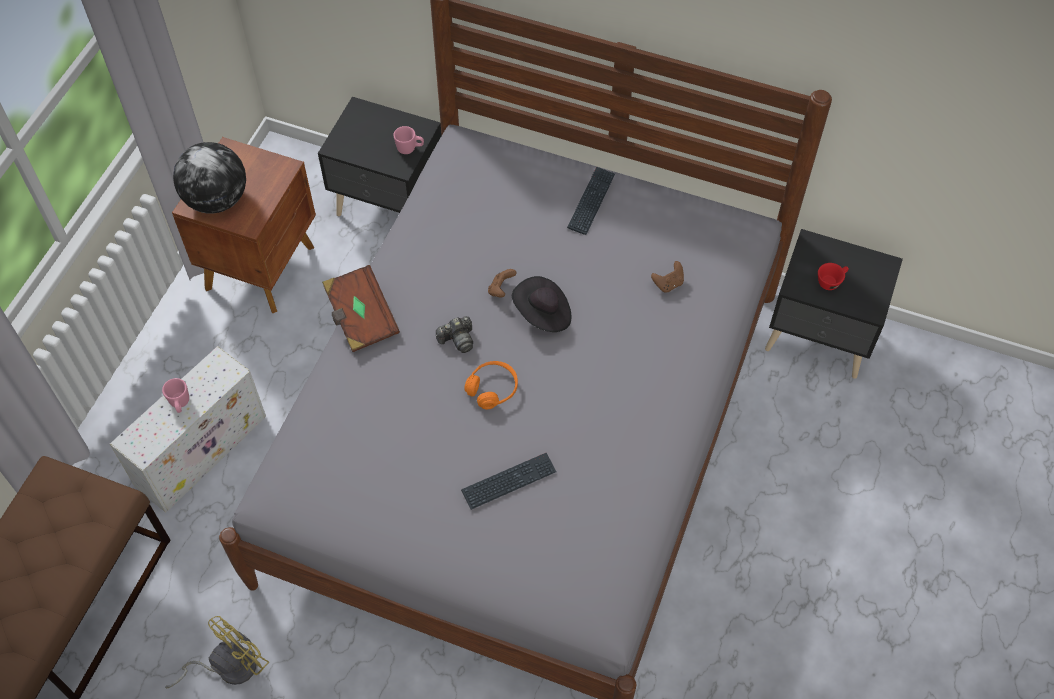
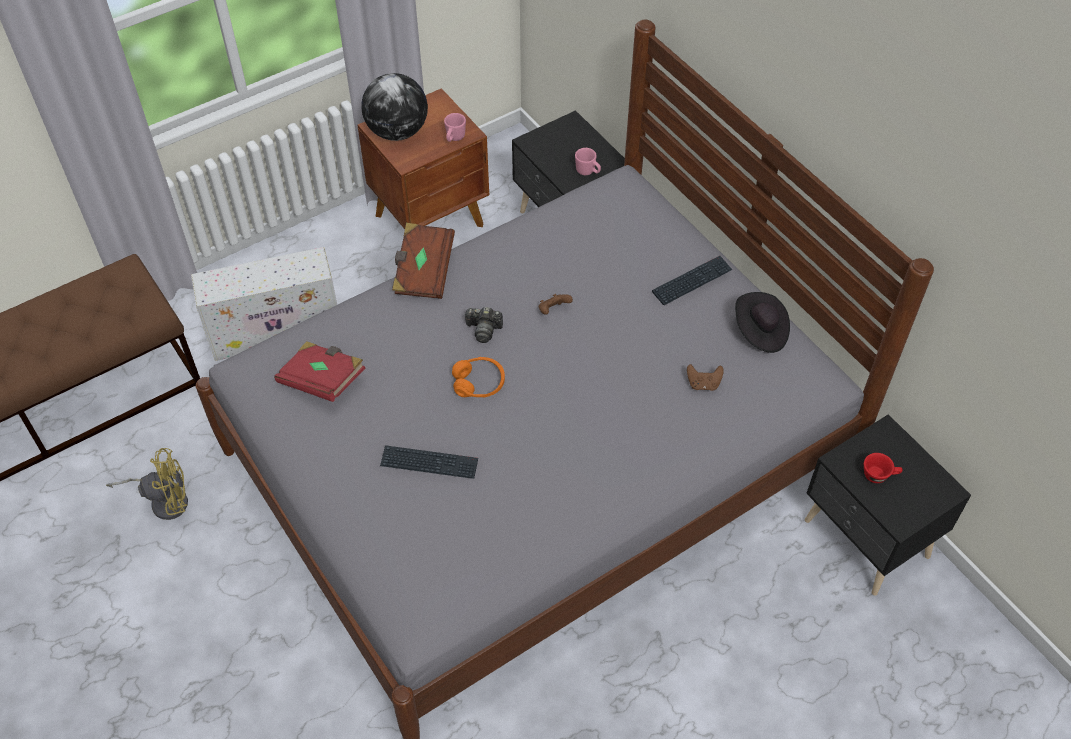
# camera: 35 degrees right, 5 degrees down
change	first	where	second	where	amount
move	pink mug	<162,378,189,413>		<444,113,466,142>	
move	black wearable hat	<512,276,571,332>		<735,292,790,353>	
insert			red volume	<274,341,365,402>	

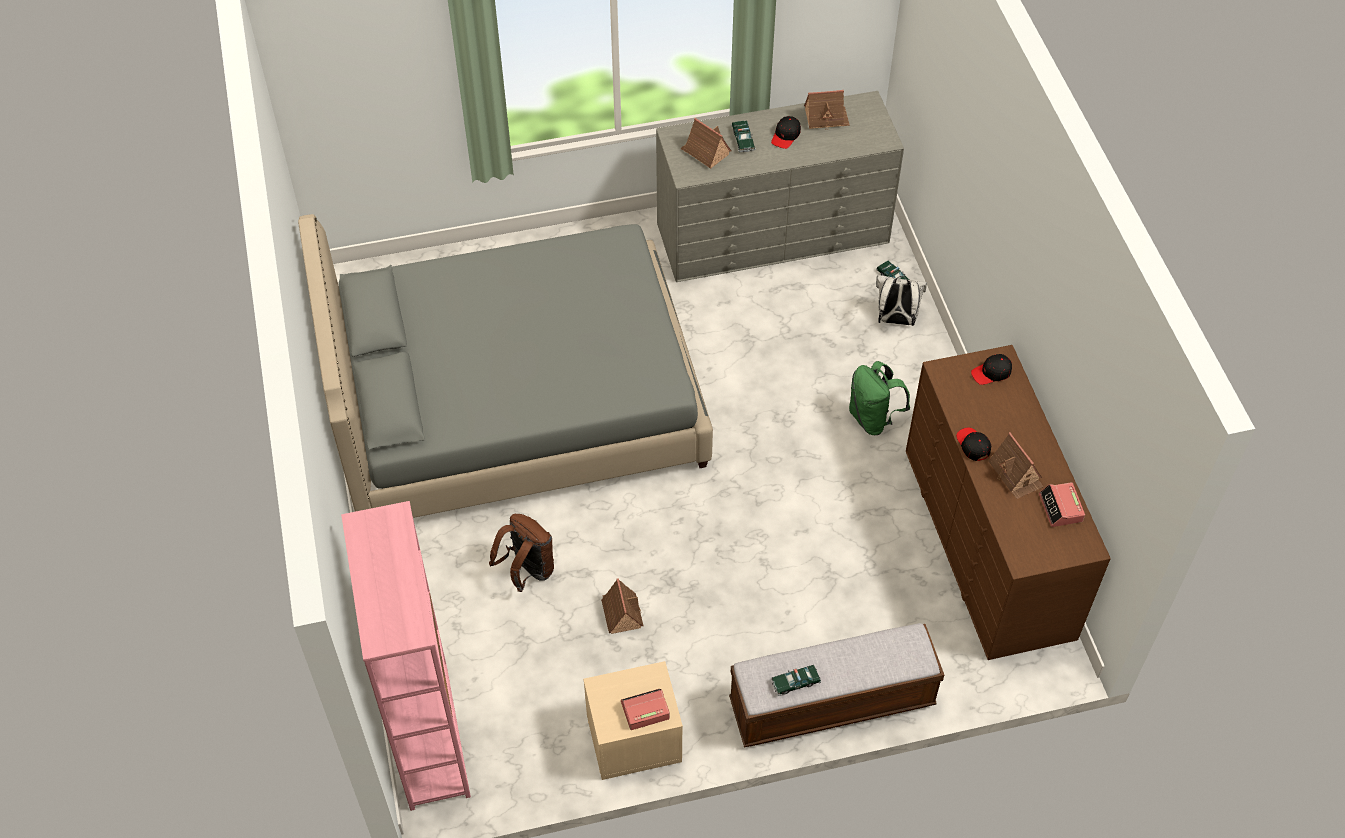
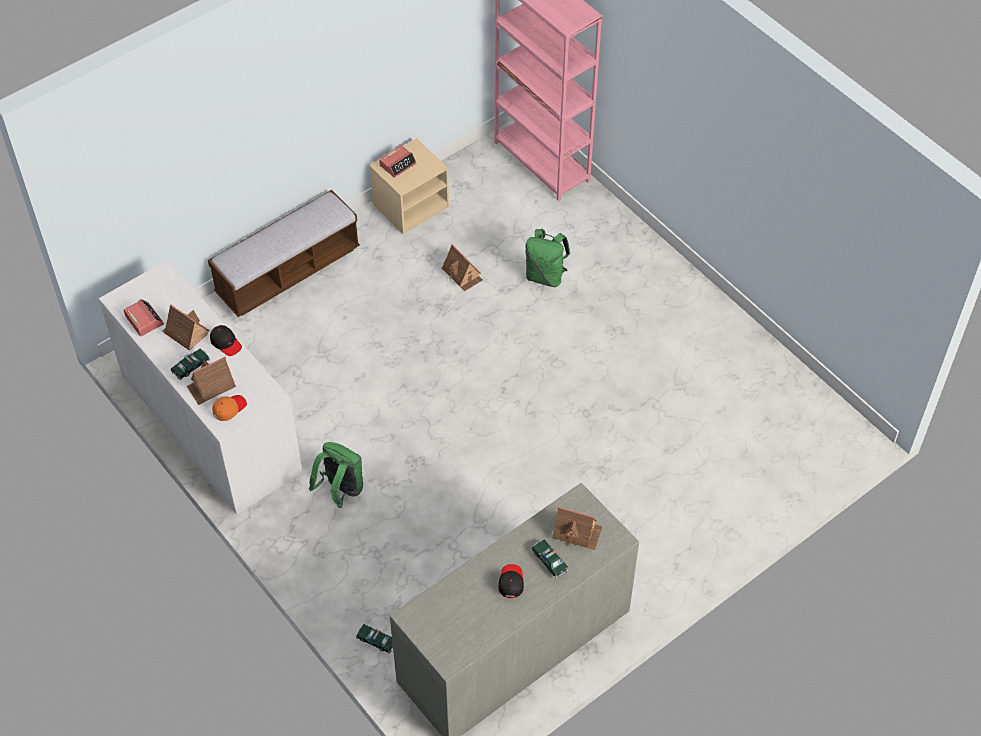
# camera: 155 degrees right, 0 degrees up
change	first	where	second	where	amount
delete	grey bed	<298,214,713,518>			
recolor	brown-coloured backpack	<489,514,554,592>	green-coloured backpack	<526,229,570,287>	
move	toy car	<771,665,821,696>		<171,349,210,380>	
move	toy house	<804,90,850,129>		<187,357,236,405>	
delete	whitish backpack	<876,275,927,326>			
recolor	brown-coloured dresser	<906,345,1111,660>	whitish dresser	<99,260,303,515>	
recolor	black peaked cap	<971,354,1012,385>	orangey peaked cap	<212,395,247,421>	

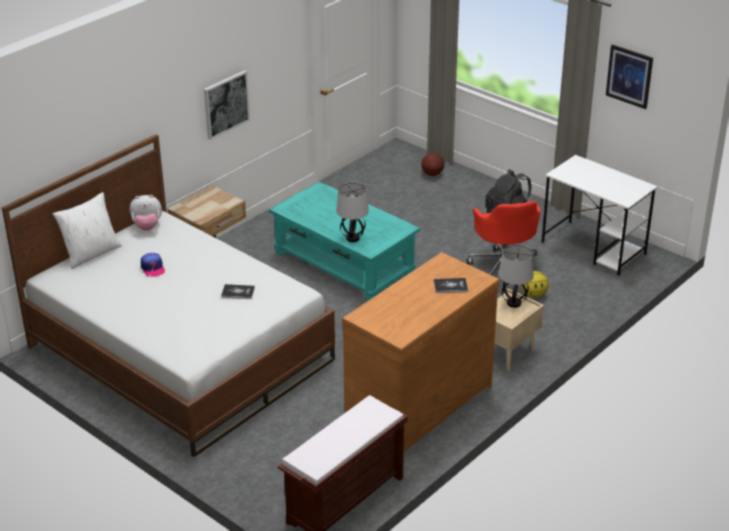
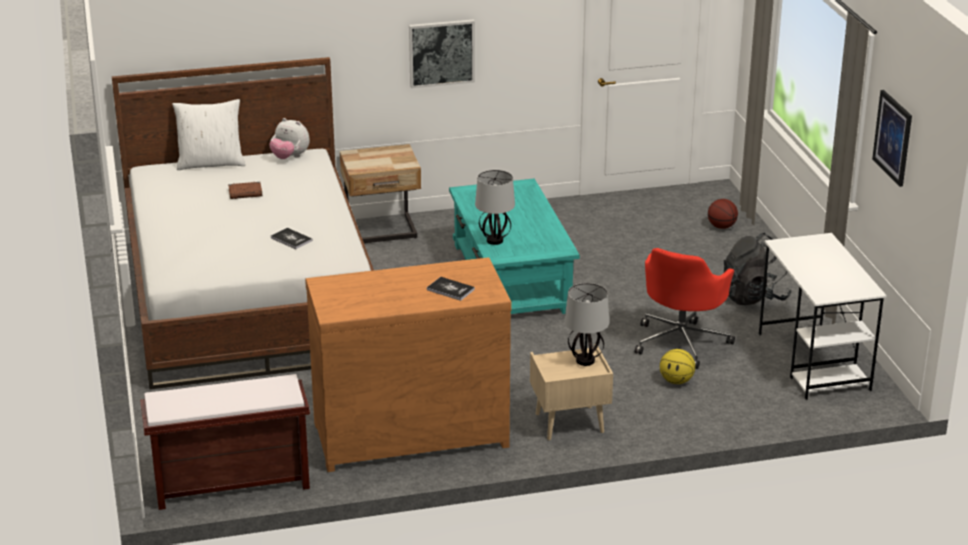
# camera: 35 degrees right, 5 degrees down
change	first	where	second	where	amount
replace	peaked cap	<141,253,165,277>	brown-coloured volume	<228,182,262,199>	

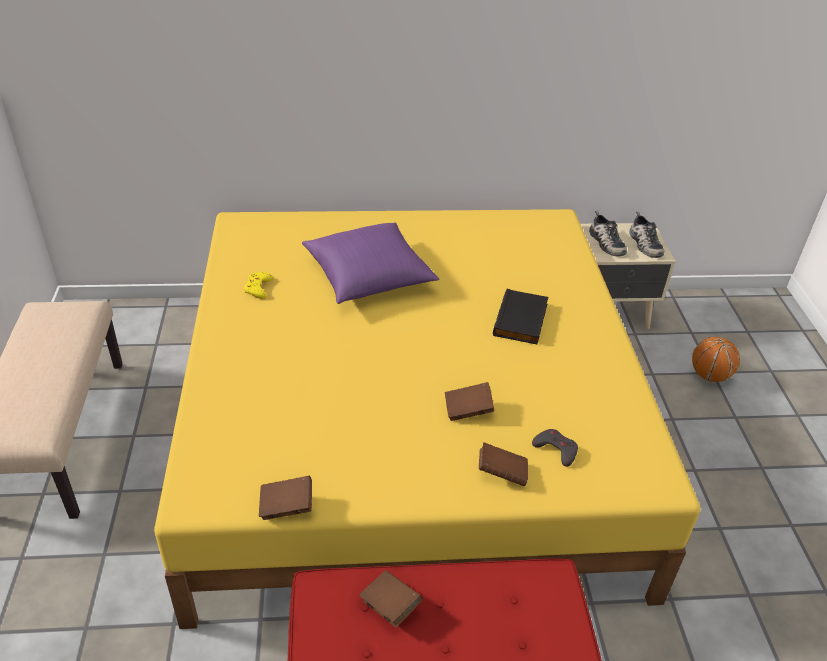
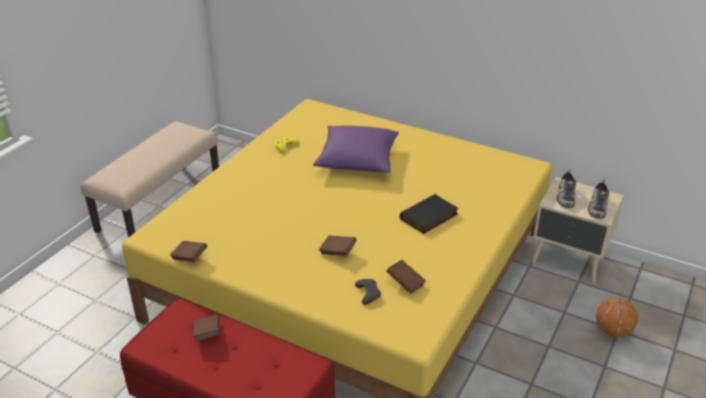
# camera: 35 degrees right, 5 degrees down
change	first	where	second	where	amount
move	brown-coloured volume	<479,442,528,487>		<386,260,426,294>	

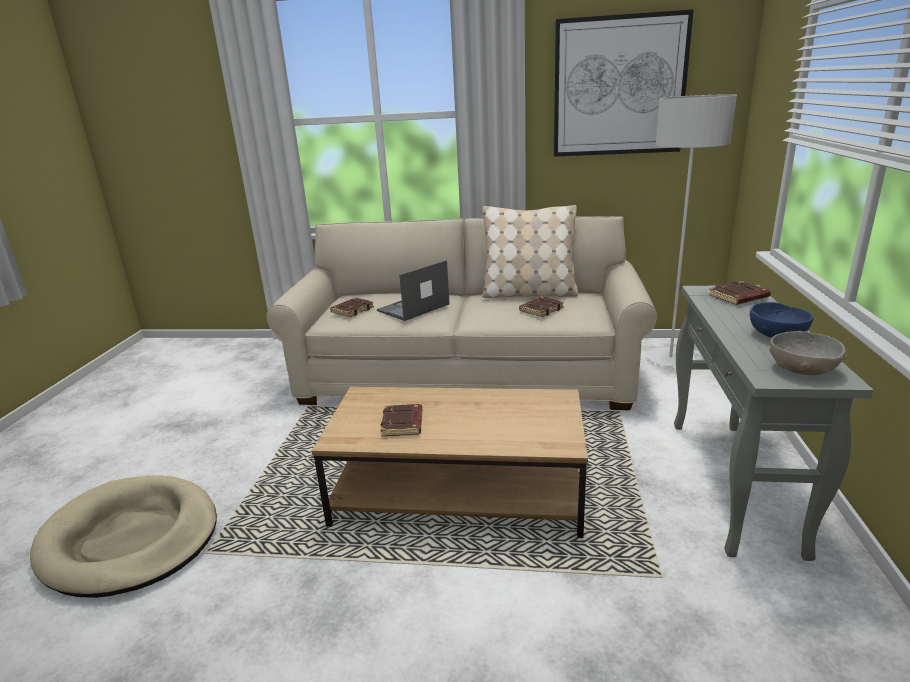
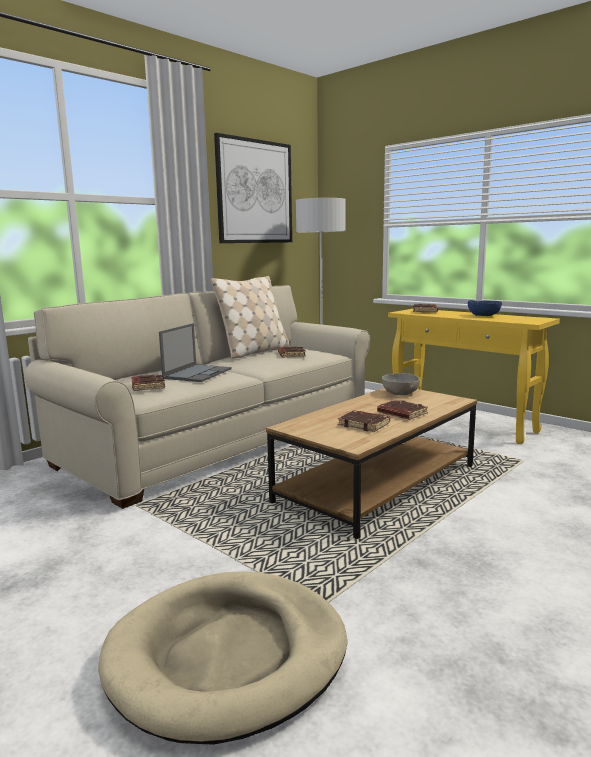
# camera: 55 degrees left, 10 degrees down
change	first	where	second	where	amount
rotate	notebook computer	<377,260,450,321>		<159,323,232,382>	150 degrees counterclockwise
recolor	grey hall table	<674,285,873,561>	yellowish hall table	<388,308,560,444>	
move	grey deep dish	<769,331,847,375>		<382,373,420,395>	
insert			brown-coloured volume	<377,400,428,420>	

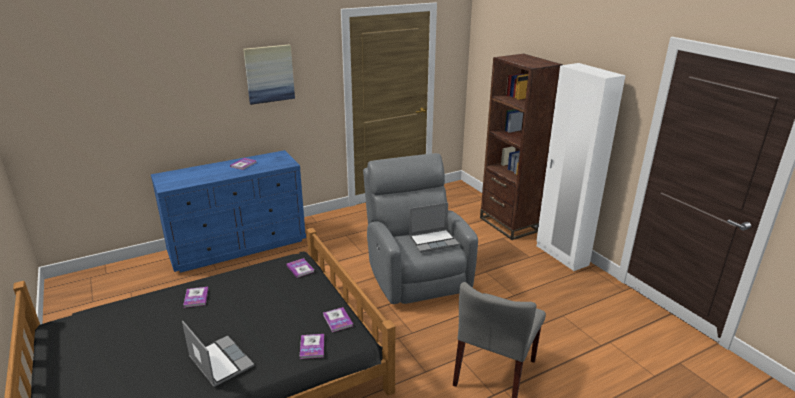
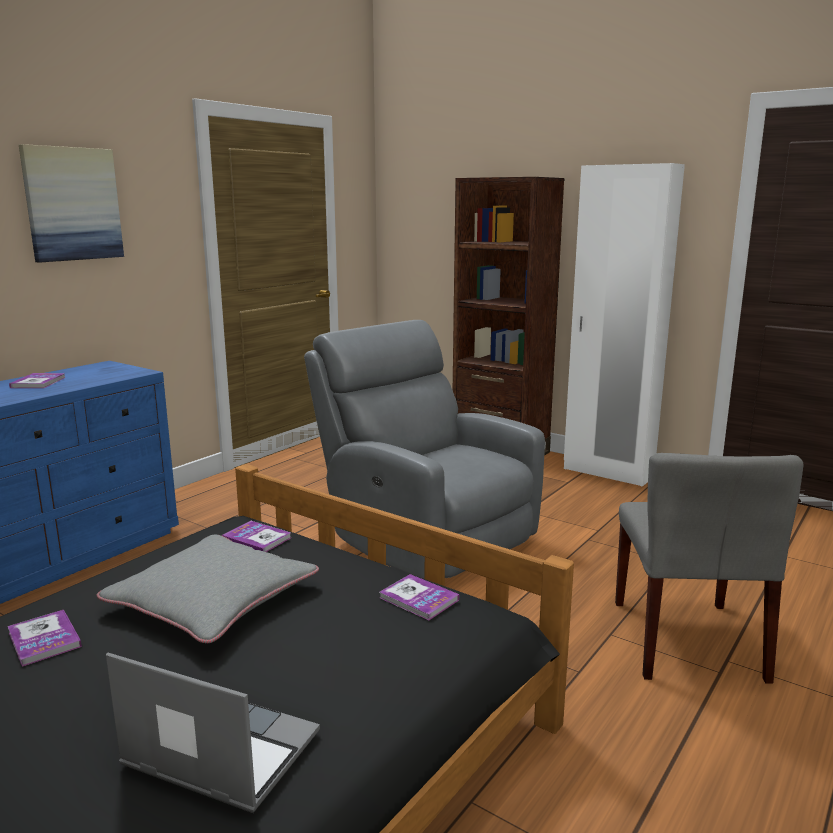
# camera: 25 degrees left, 10 degrees down
change	first	where	second	where	amount
delete	volume	<300,334,324,359>			
delete	notebook computer	<409,203,459,253>			
insert			grey pillow	<96,535,319,644>	

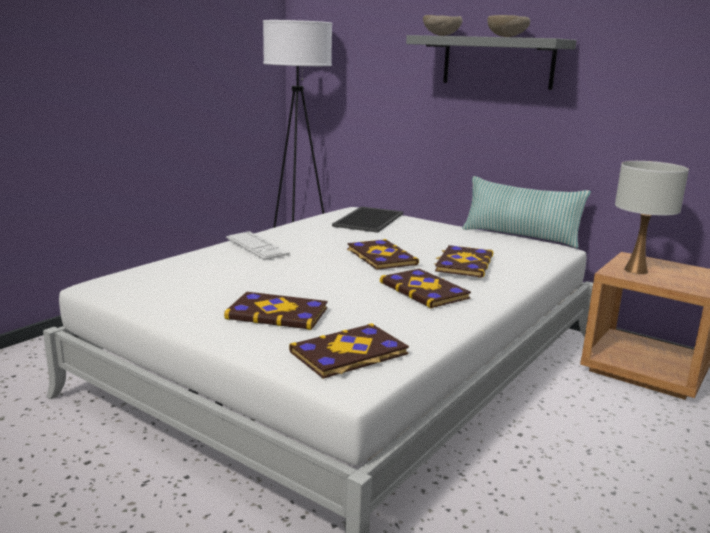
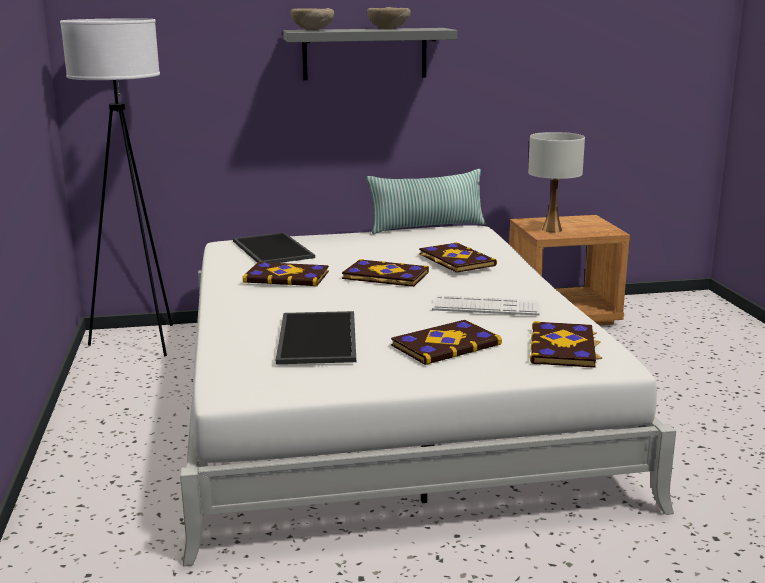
# camera: 45 degrees left, 0 degrees up
change	first	where	second	where	amount
move	keyboard	<226,231,290,260>		<432,296,540,316>	
move	volume	<380,269,471,308>		<243,262,329,286>	
insert			serving tray	<276,311,356,364>	

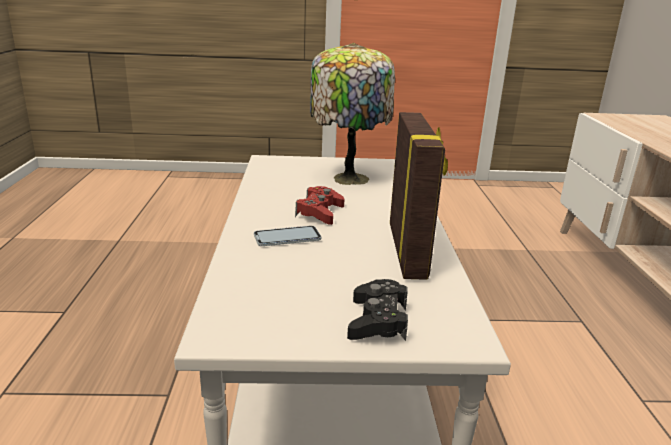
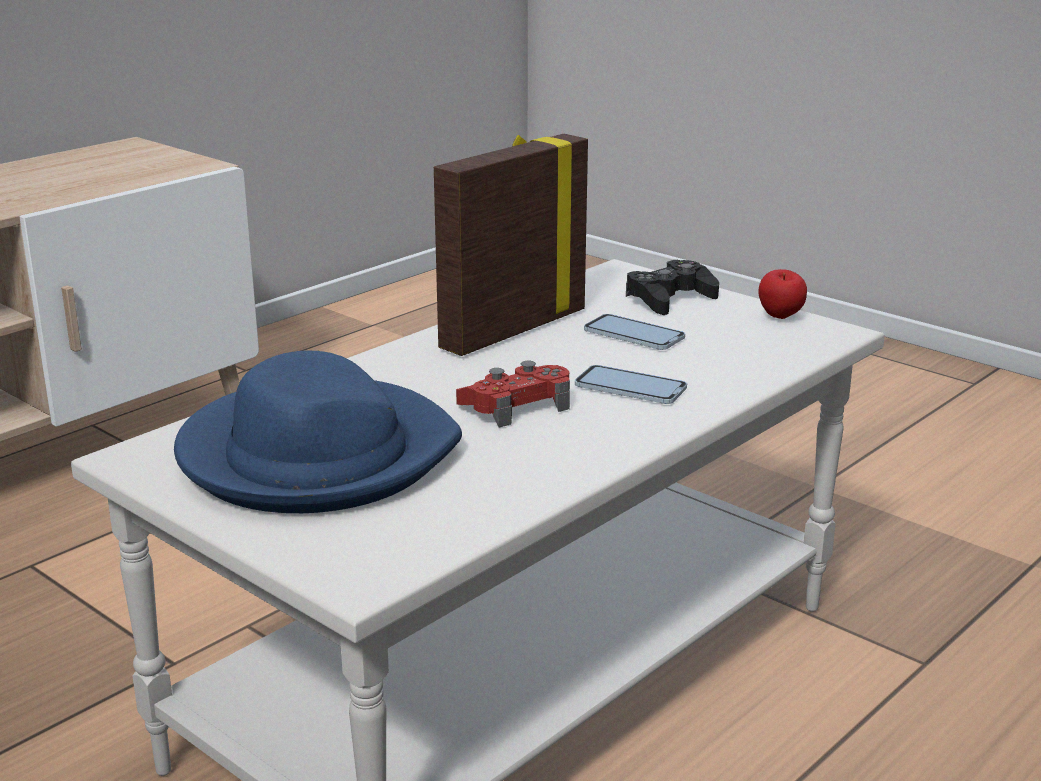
# camera: 135 degrees left, 0 degrees up
change	first	where	second	where	amount
replace	table lamp	<310,43,395,185>	blue-coloured wearable hat	<174,350,462,513>	
insert			handset	<584,314,685,350>	
insert			apple fruit	<758,269,807,319>	

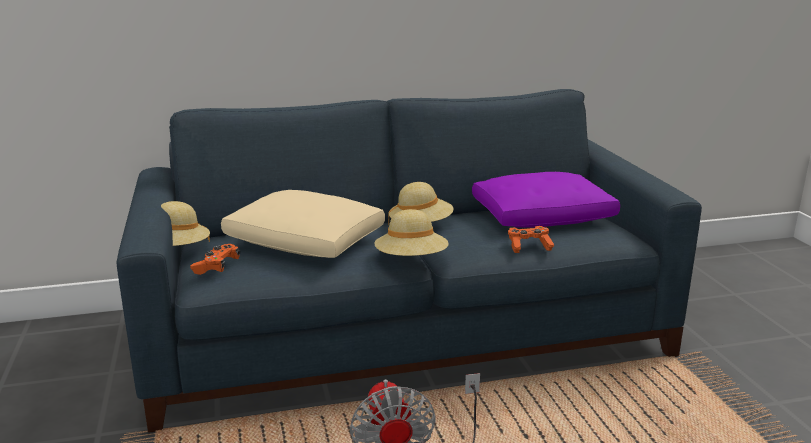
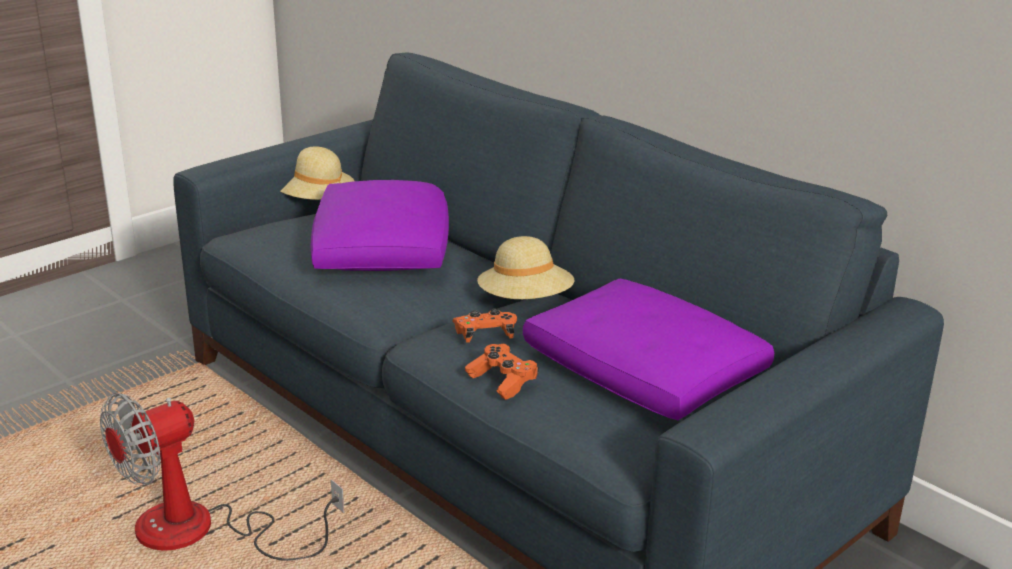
# camera: 60 degrees right, 5 degrees up
change	first	where	second	where	amount
move	orangey game controller	<190,244,240,275>		<453,309,517,343>	
recolor	beige pillow	<221,190,385,258>	purple pillow	<311,180,449,271>	
delete	beige wearable hat	<374,209,449,256>			

